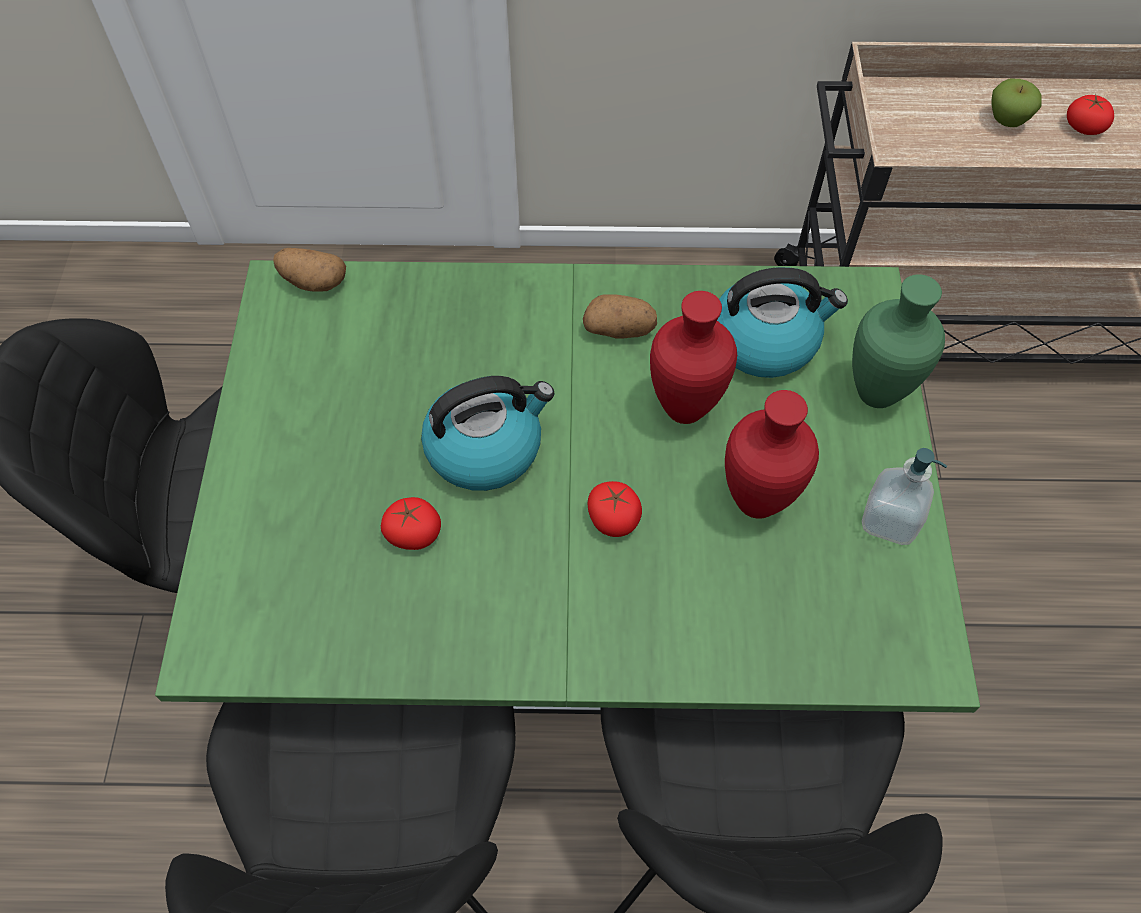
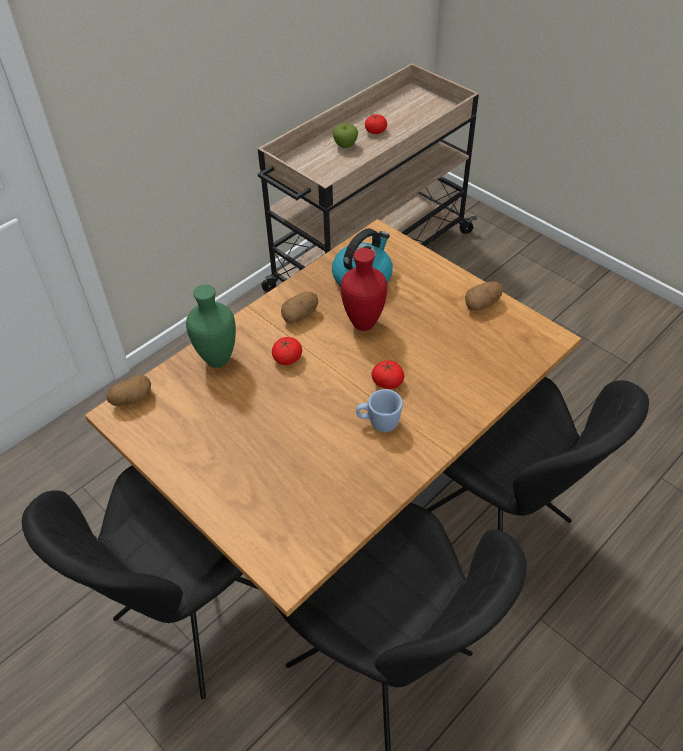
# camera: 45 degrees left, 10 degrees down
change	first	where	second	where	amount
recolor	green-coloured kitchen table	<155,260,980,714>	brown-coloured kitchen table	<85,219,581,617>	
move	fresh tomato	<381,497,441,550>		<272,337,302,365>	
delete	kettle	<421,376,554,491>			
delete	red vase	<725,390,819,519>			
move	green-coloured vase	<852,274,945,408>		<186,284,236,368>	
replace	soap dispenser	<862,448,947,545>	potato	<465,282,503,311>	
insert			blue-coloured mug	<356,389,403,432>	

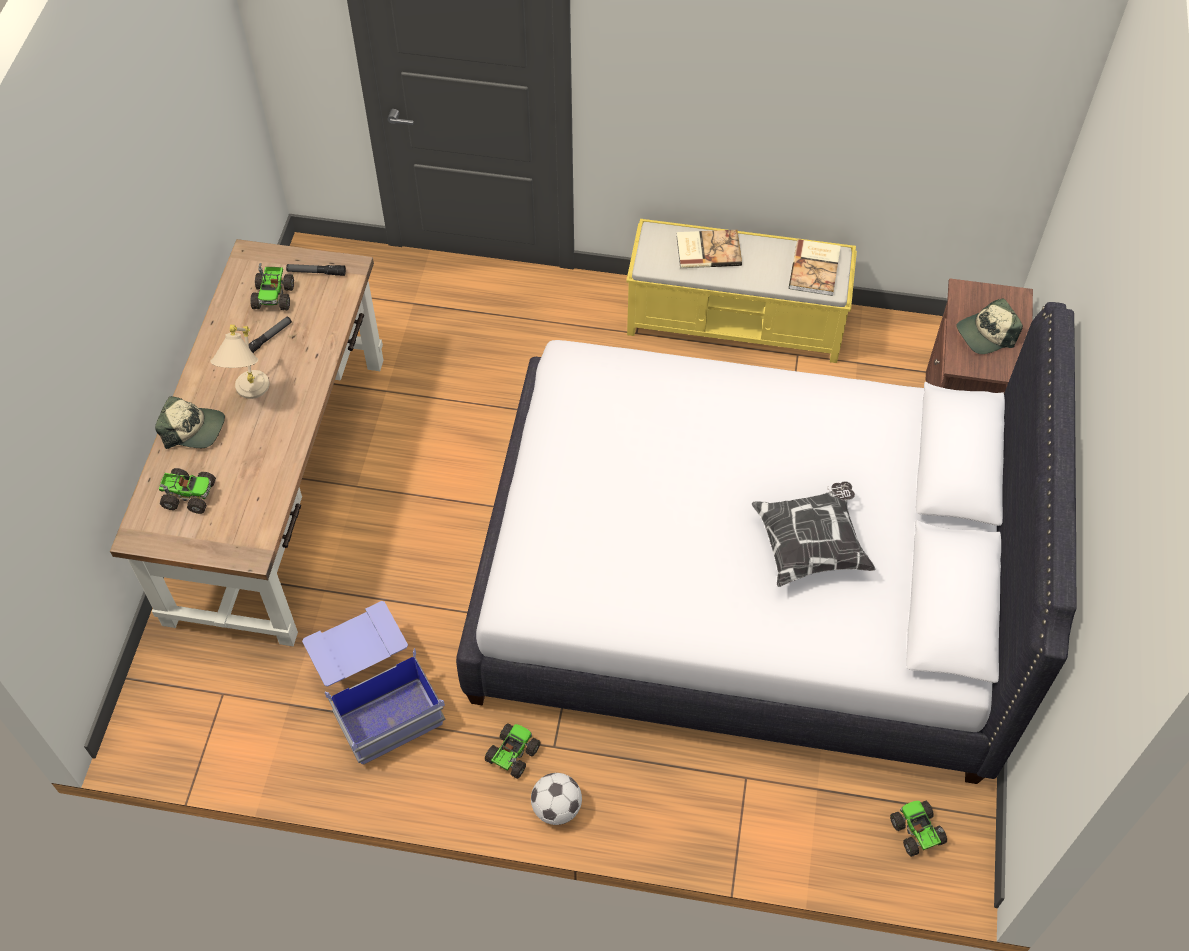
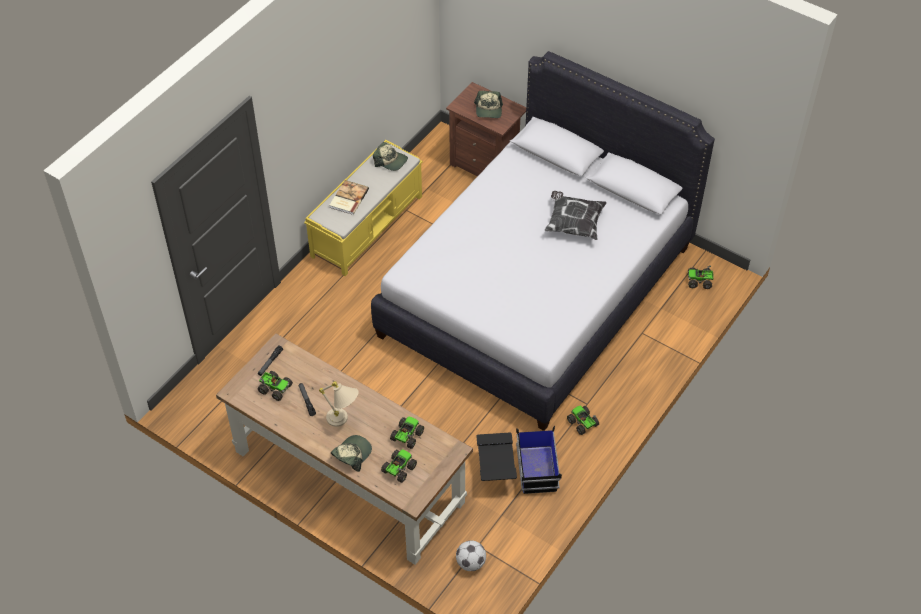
# camera: 65 degrees left, 5 degrees down
change	first	where	second	where	amount
recolor	blue-coloured storage bin	<302,601,446,765>	black storage bin	<476,426,562,494>	
move	ball for football	<531,773,582,825>		<456,540,486,571>	
replace	volume	<789,239,841,296>	peaked cap	<373,142,408,171>	
insert			toy lorry	<390,417,424,449>	

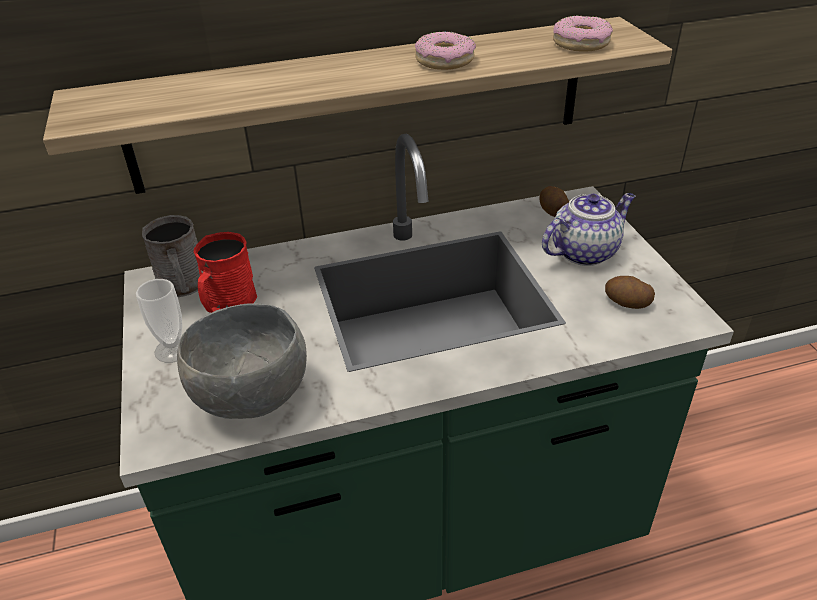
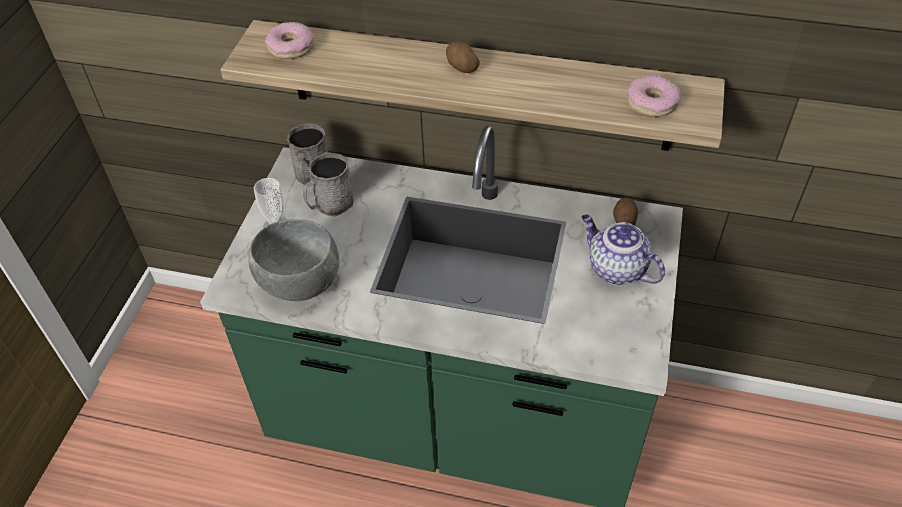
# camera: 30 degrees right, 10 degrees up
change	first	where	second	where	amount
recolor	red mug	<194,232,257,313>	grey mug	<303,152,354,216>	
move	doughnut	<415,31,476,70>		<265,22,315,59>	
rotate	tea pot	<542,193,635,266>		<581,214,665,285>	135 degrees counterclockwise
move	potato	<605,276,655,309>		<446,41,480,73>	

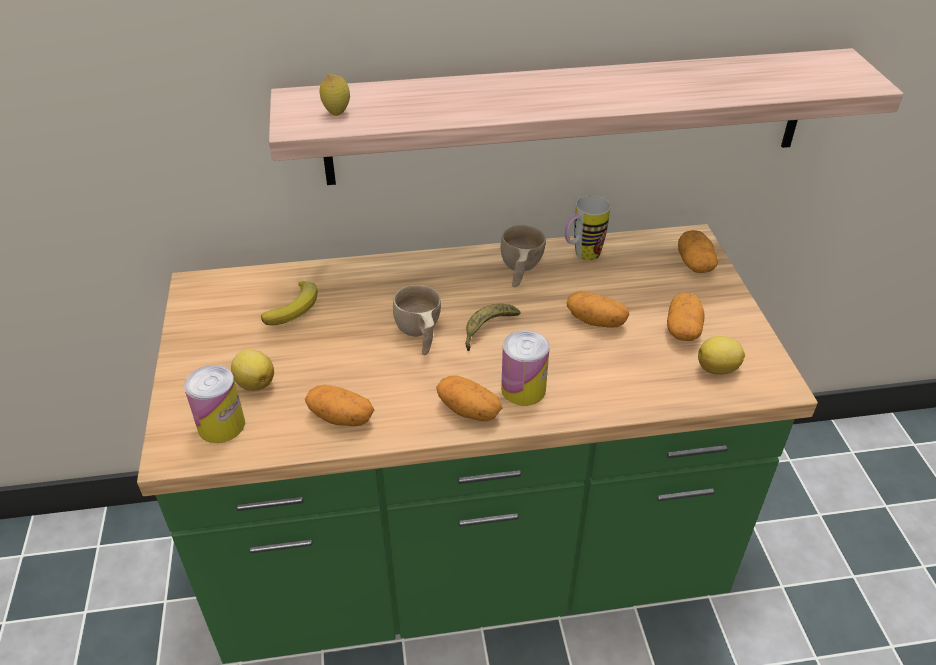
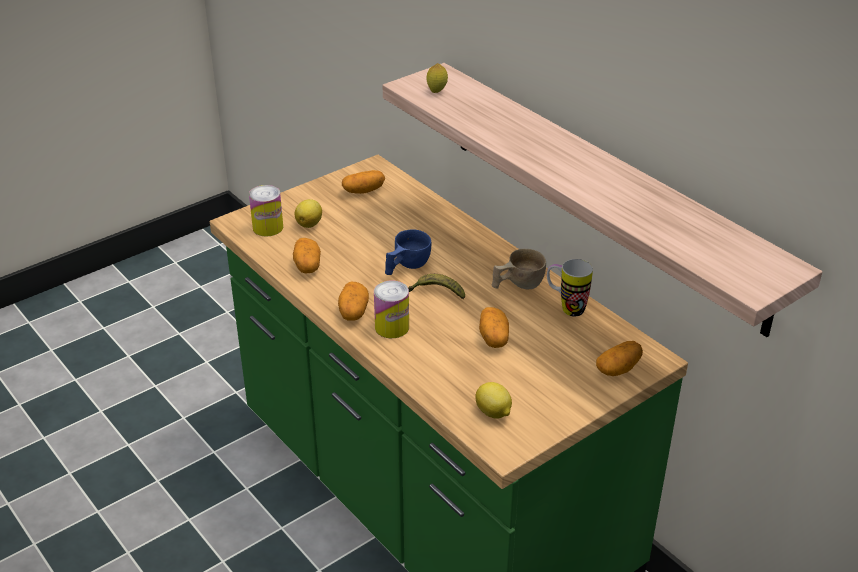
# camera: 60 degrees right, 5 degrees down
change	first	where	second	where	amount
delete	banana	<261,281,318,326>			
recolor	beige drinking cup	<393,285,441,355>	blue-coloured drinking cup	<385,229,431,275>	
move	potato	<667,293,705,341>		<342,170,385,194>	

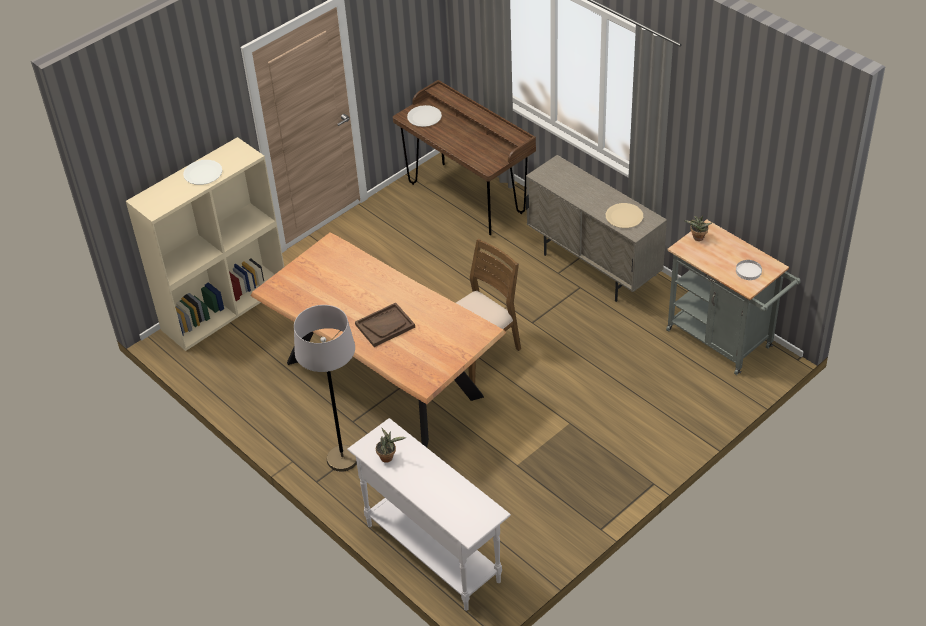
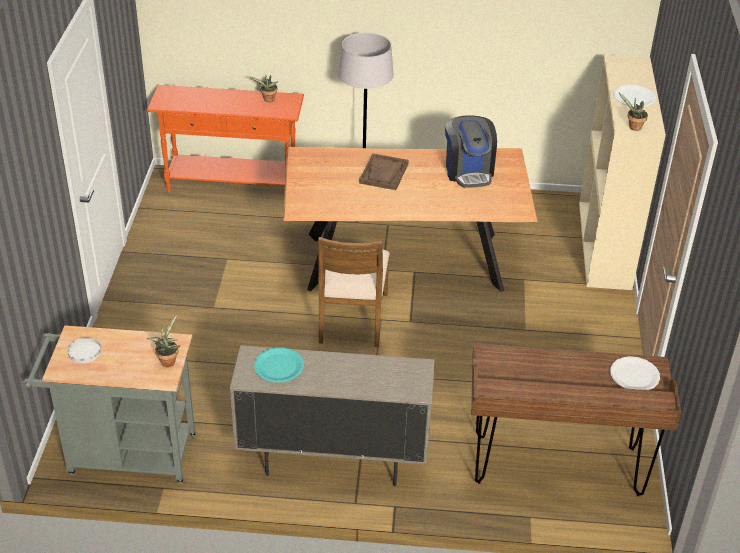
# camera: 135 degrees right, 5 degrees down
change	first	where	second	where	amount
recolor	whitish hall table	<347,418,511,611>	orangey hall table	<147,85,304,192>	
recolor	beige plate	<606,203,643,228>	turquoise plate	<254,347,304,383>	
insert			coffee machine	<445,115,497,188>	
insert			plant in a pot	<618,92,648,131>	

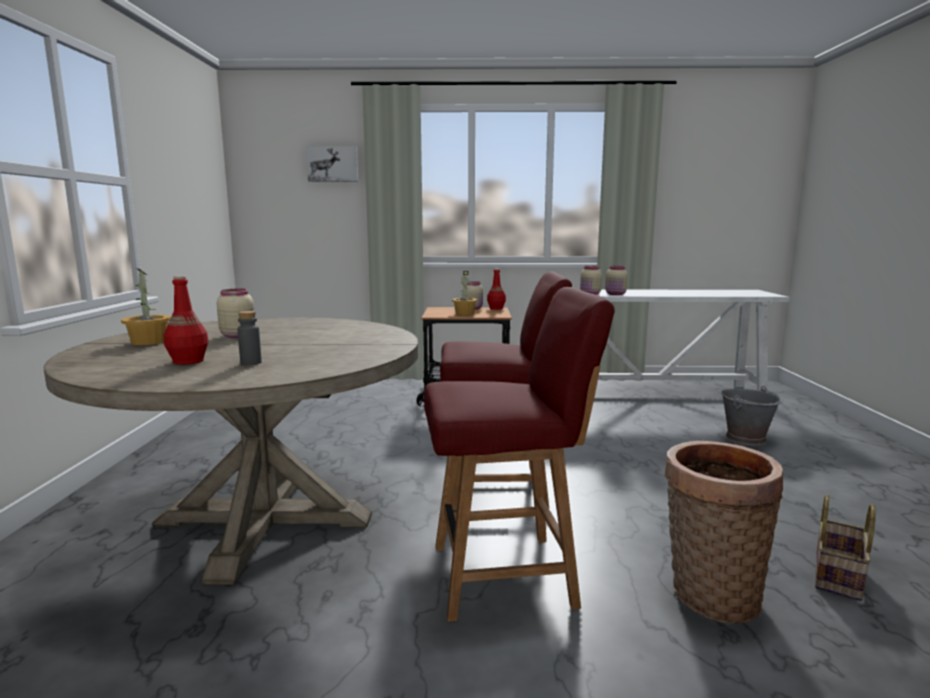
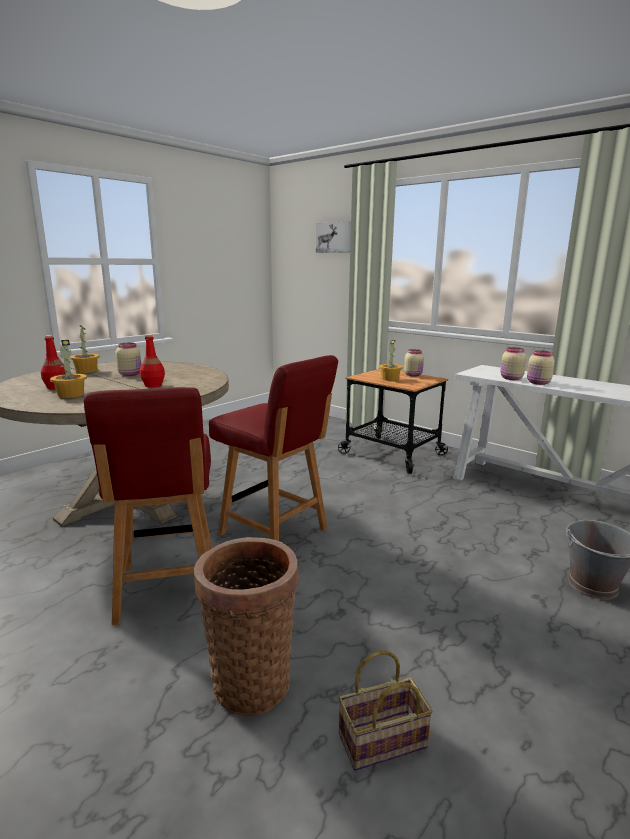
# camera: 40 degrees right, 5 degrees up
change	first	where	second	where	amount
replace	grey beverage bottle	<237,311,262,365>	plant in a pot	<50,340,87,398>	
rotate	red plain chair	<424,287,615,622>		<84,387,212,625>	45 degrees clockwise
move	red beverage bottle	<487,268,506,310>		<140,334,165,388>	

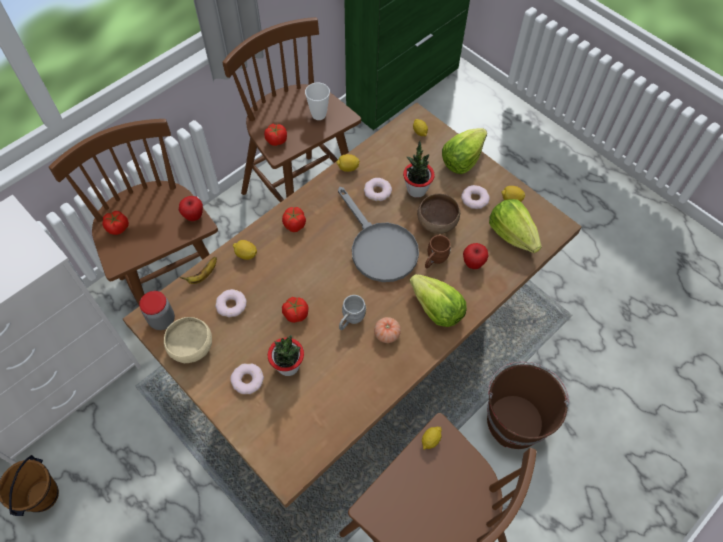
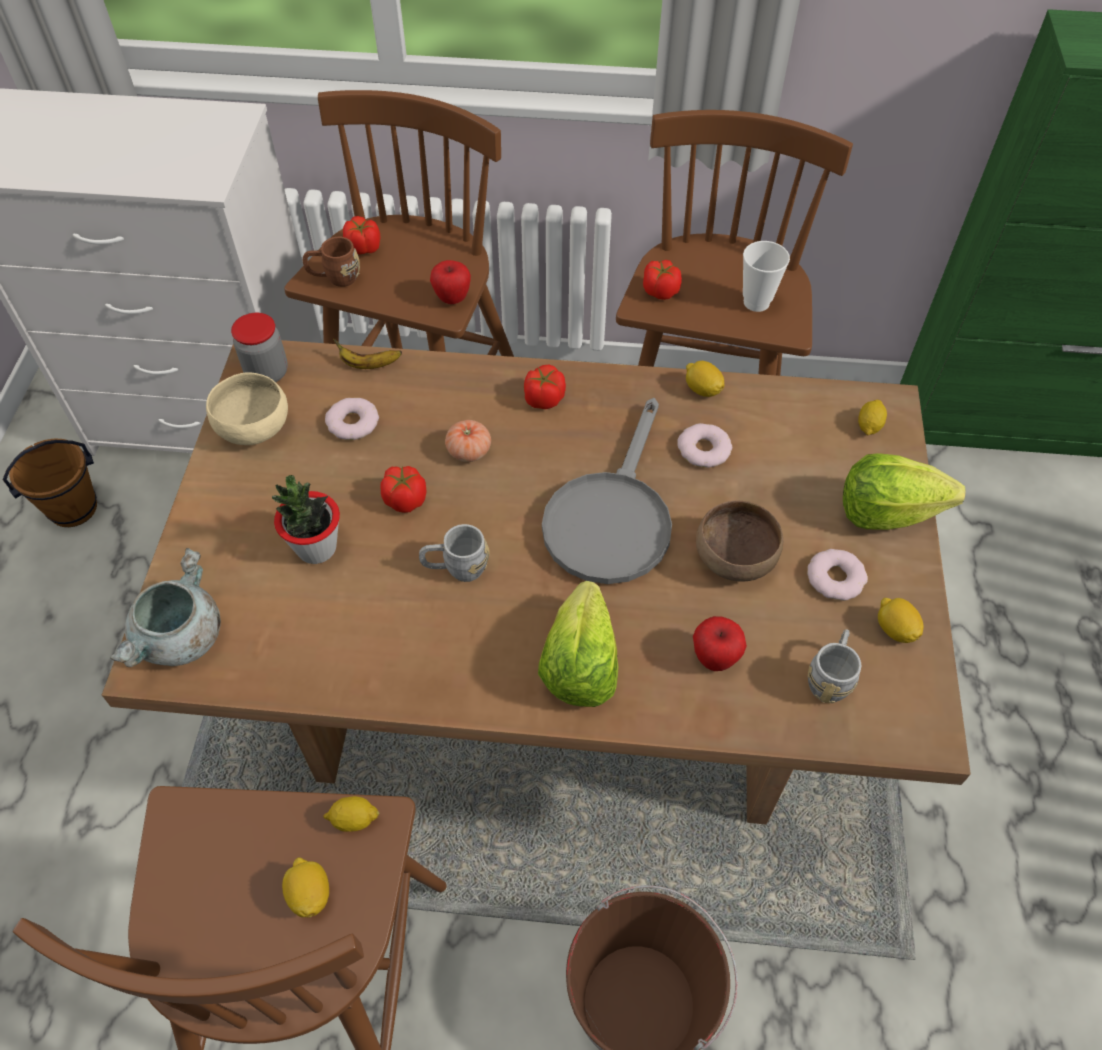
# camera: 50 degrees right, 5 degrees down
change	first	where	second	where	amount
delete	doughnut	<230,364,264,394>			
move	citrus fruit	<233,240,257,260>		<282,857,329,917>	
move	fresh tomato	<374,317,401,343>		<445,420,491,462>	
delete	plant in a pot	<403,141,435,198>			
move	brown-coloured mug	<425,235,451,268>		<303,237,360,287>	
replace	lettuce head	<489,199,542,253>	grey mug	<808,629,861,703>	
insert			grey stockpot	<110,548,221,667>	

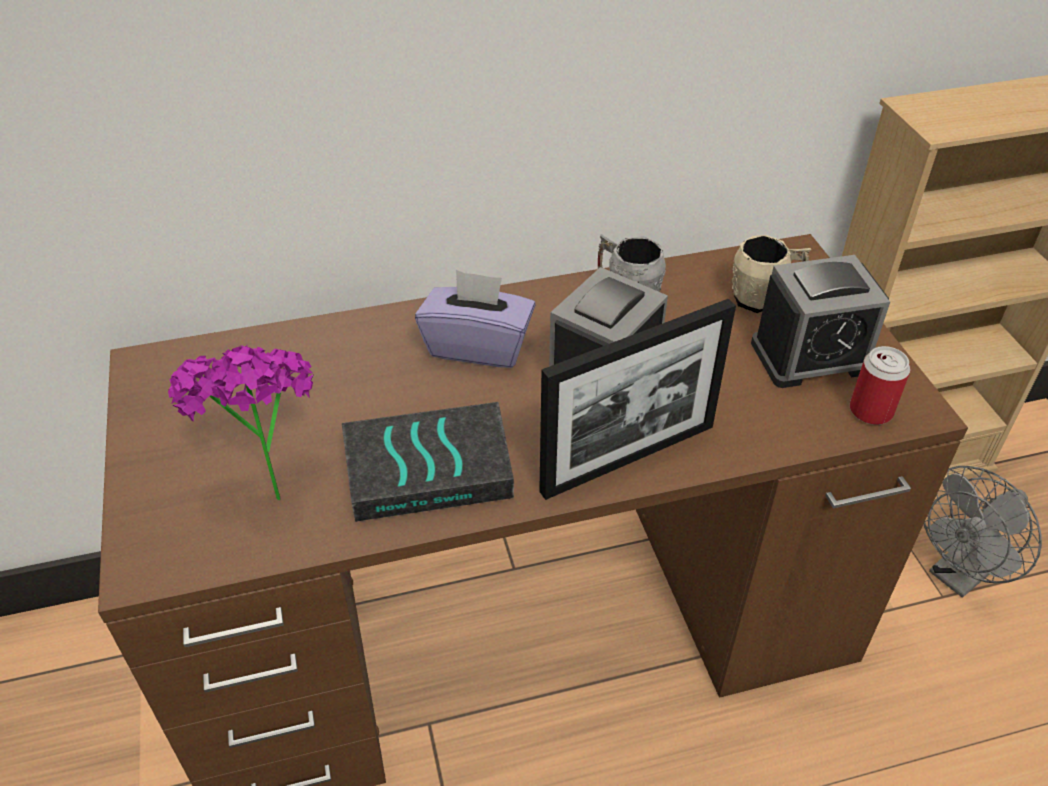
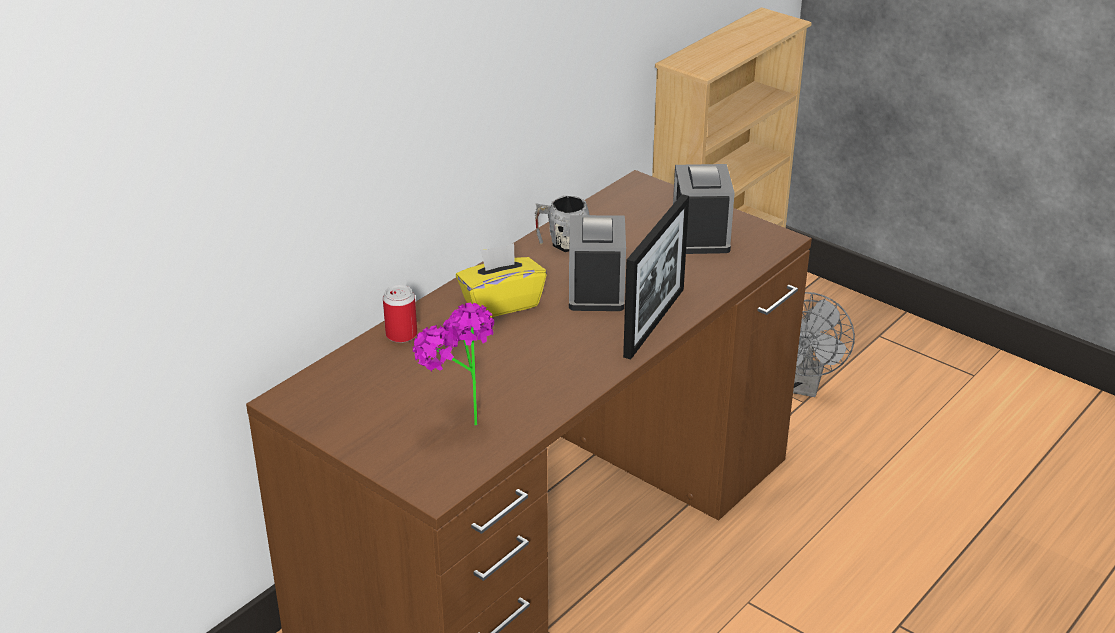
# camera: 35 degrees left, 10 degrees down
change	first	where	second	where	amount
delete	volume	<342,402,514,522>			
recolor	purple tissue holder	<415,270,536,368>	yellowish tissue holder	<456,243,547,318>	
delete	beige mug	<732,235,812,313>			
rotate	bedside clock	<751,255,890,388>		<673,164,735,254>	135 degrees clockwise
move	can	<850,346,910,425>		<383,285,417,343>	

